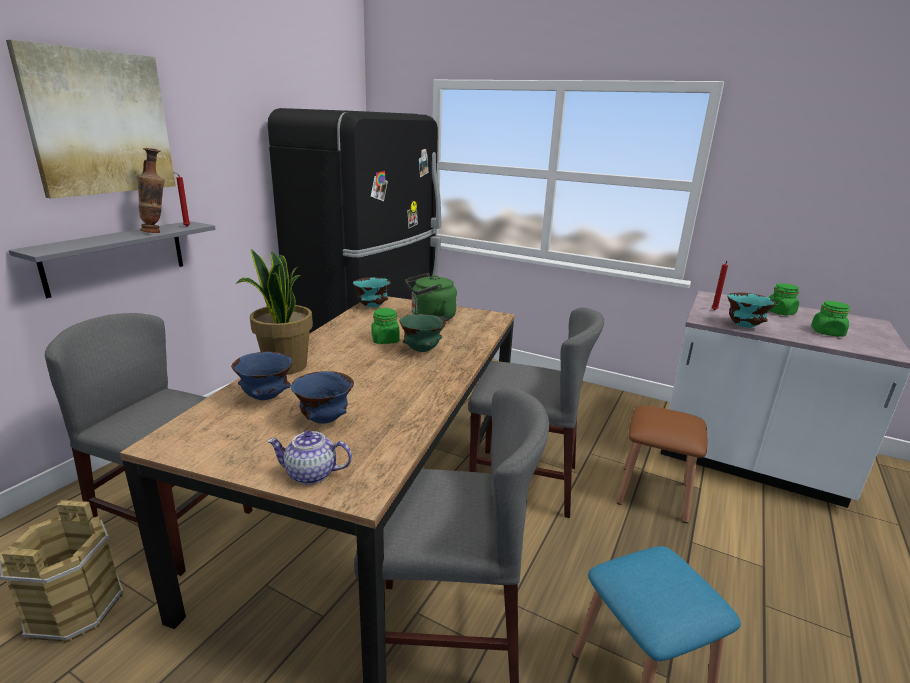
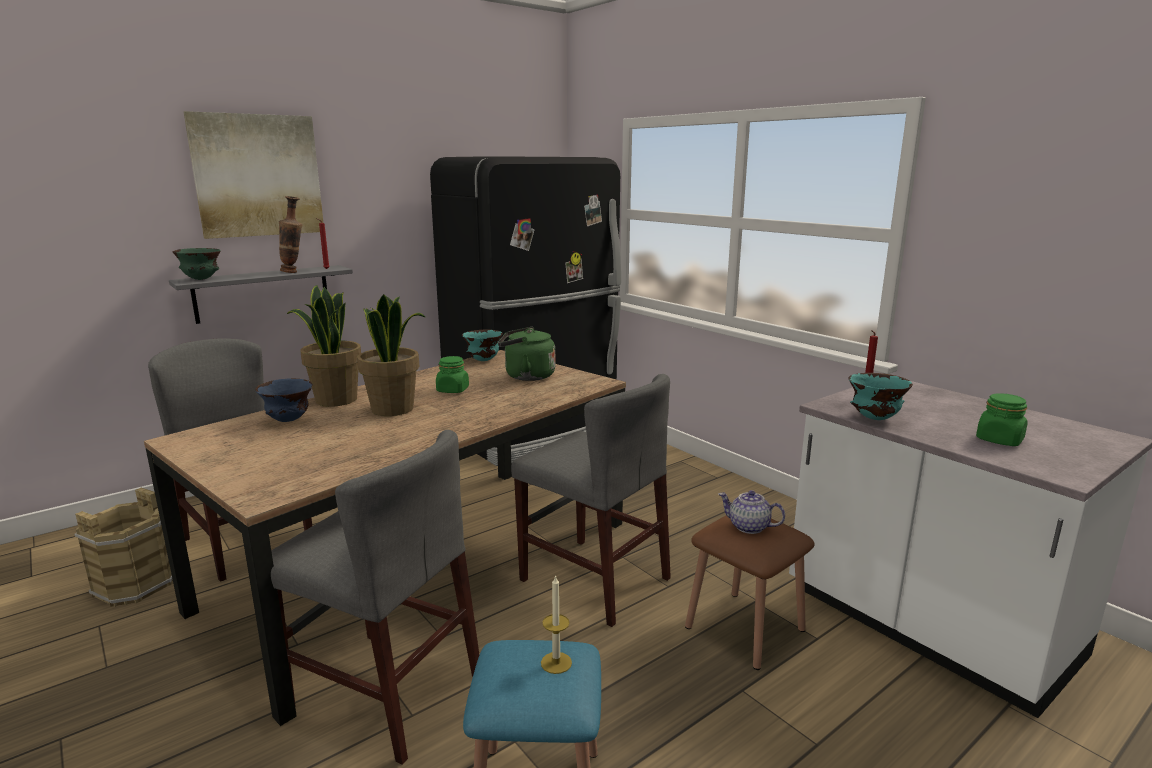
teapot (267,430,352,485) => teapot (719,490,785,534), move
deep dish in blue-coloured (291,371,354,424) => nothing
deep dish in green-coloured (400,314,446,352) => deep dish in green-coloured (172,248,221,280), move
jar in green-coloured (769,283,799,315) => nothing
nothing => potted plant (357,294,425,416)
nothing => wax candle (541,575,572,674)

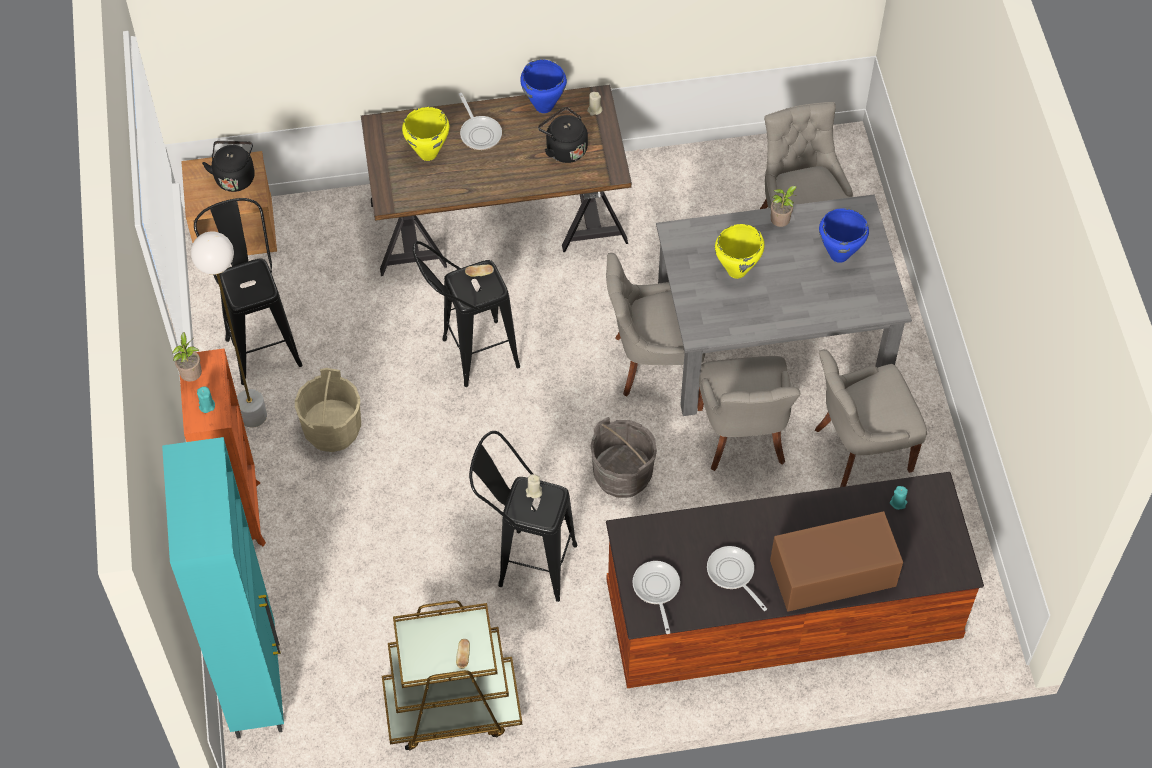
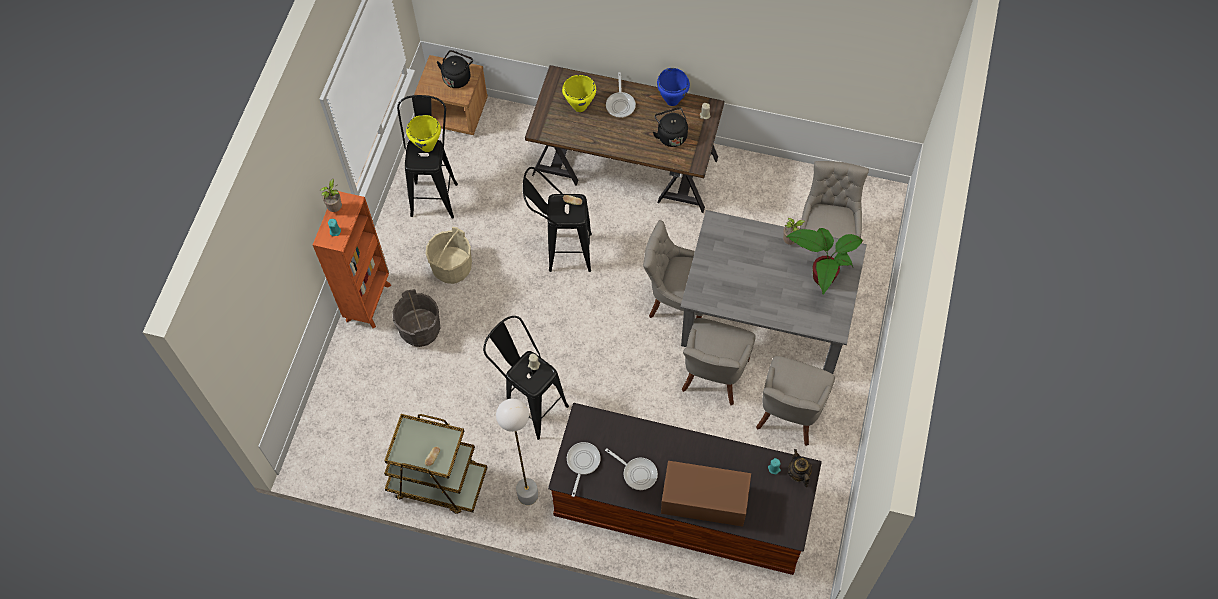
storage cabinet in turquoise (162,437,284,739) => nothing
standard lamp in white-coloured (191,231,267,428) => standard lamp in white-coloured (496,398,539,505), move
bucket in greyish (590,417,657,498) => bucket in greyish (393,289,440,347), move
frying pan (707,546,767,611) => frying pan (605,448,658,490), 135 degrees clockwise
saucepot in yellowish (715,224,764,279) => saucepot in yellowish (406,115,441,152), move
plain chair in greyish (815,349,927,487) => plain chair in greyish (756,356,835,446), 75 degrees counterclockwise
saucepot in blue-coloured (819,208,869,263) => potted plant (787,228,863,294)
nothing => teapot (788,449,812,487)

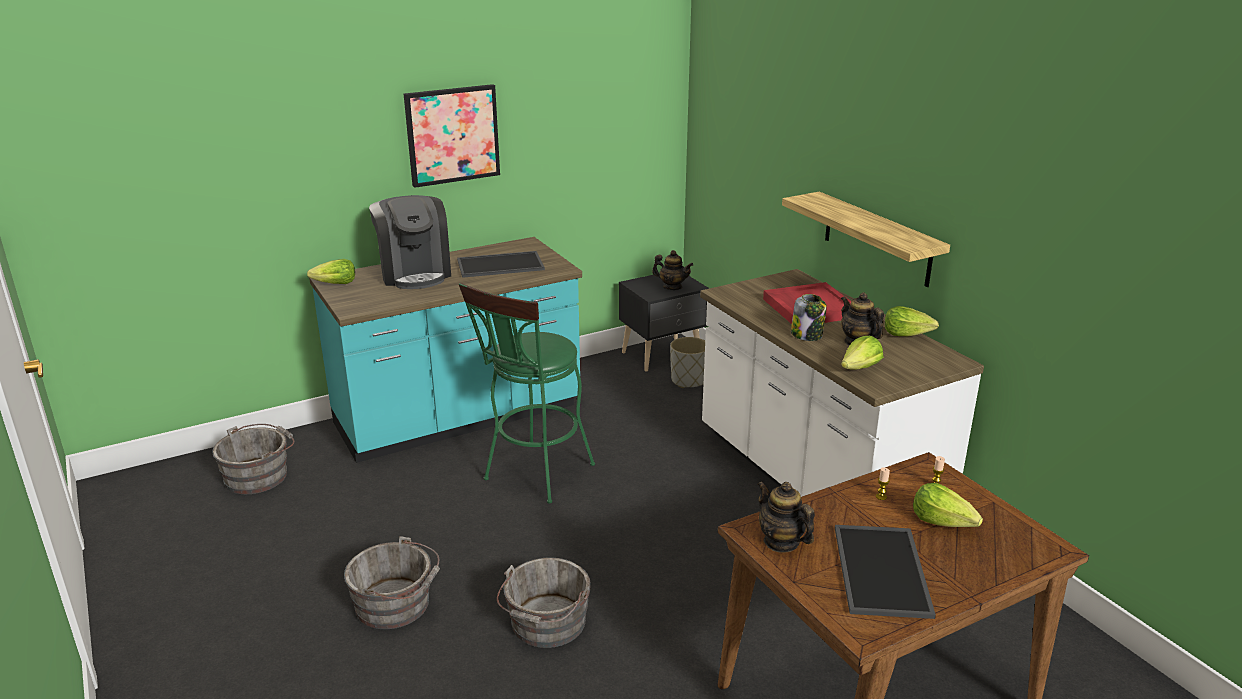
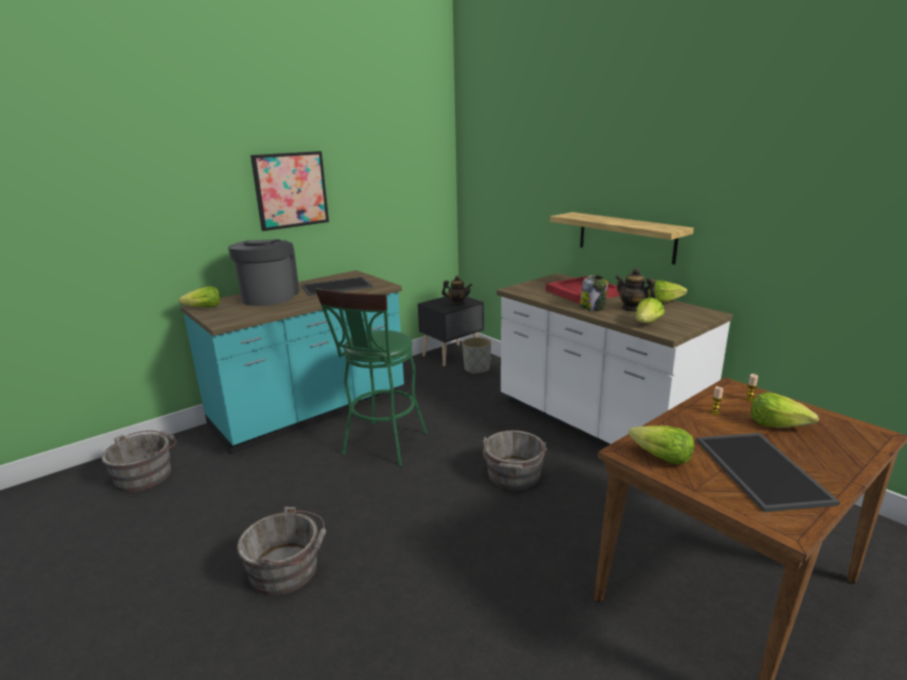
coffee machine (369,195,451,289) => coffee machine (228,239,299,306), 150 degrees counterclockwise
bucket in greyish (497,558,591,648) => bucket in greyish (482,430,547,490), move
teapot (757,482,815,553) => lettuce (628,426,694,464)

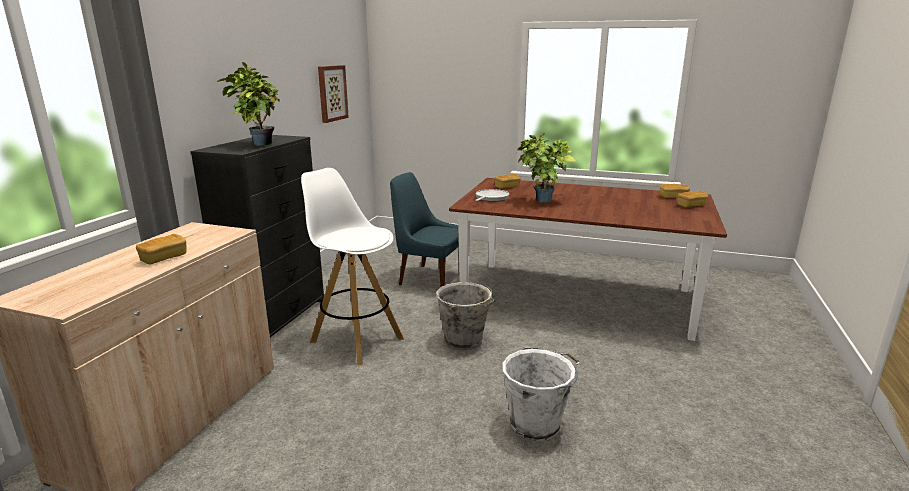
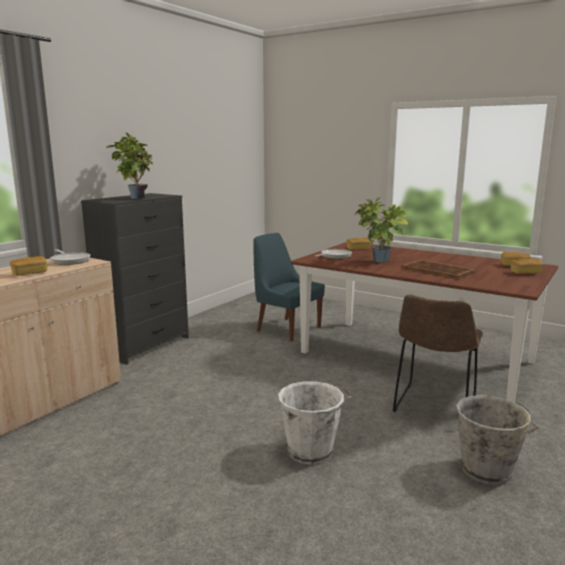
stool seat in white-coloured (301,168,404,365) => nothing
wall picture (318,65,349,123) => nothing
bucket in greyish (436,282,495,350) => bucket in greyish (456,395,539,485), move
nothing => frying pan (51,249,90,265)
nothing => plain chair in brown (393,294,483,412)
nothing => carrying tray in brown (401,260,476,279)

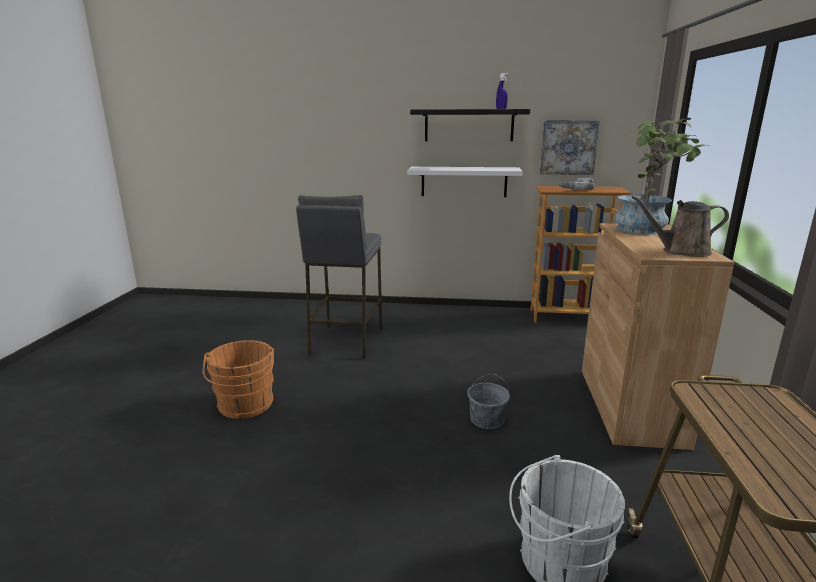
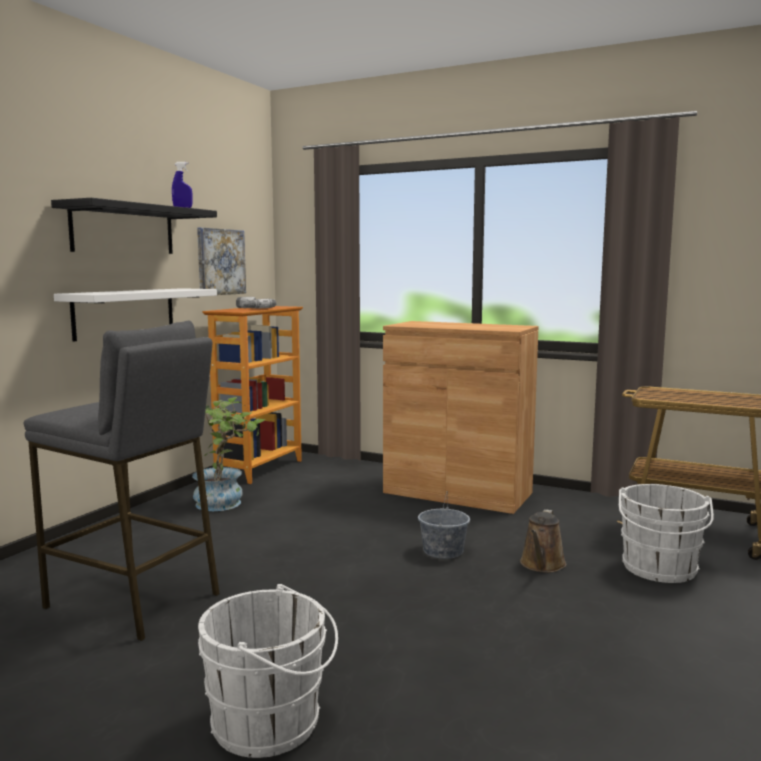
bucket in orange (203,340,274,419) => bucket in white-coloured (198,584,338,758)
potted plant (615,118,709,235) => potted plant (192,397,266,511), move
sprinkling can in brown (631,195,729,257) => sprinkling can in brown (520,509,567,573), move

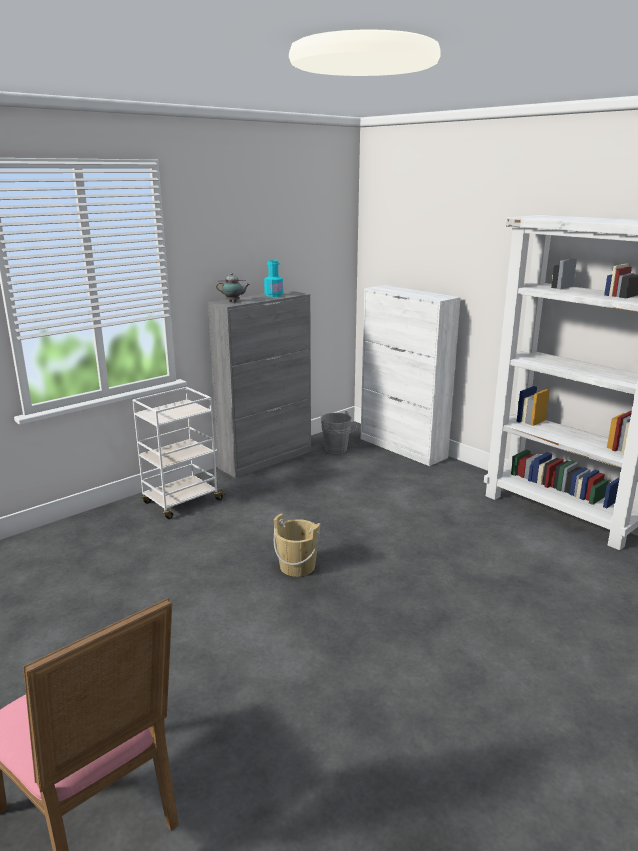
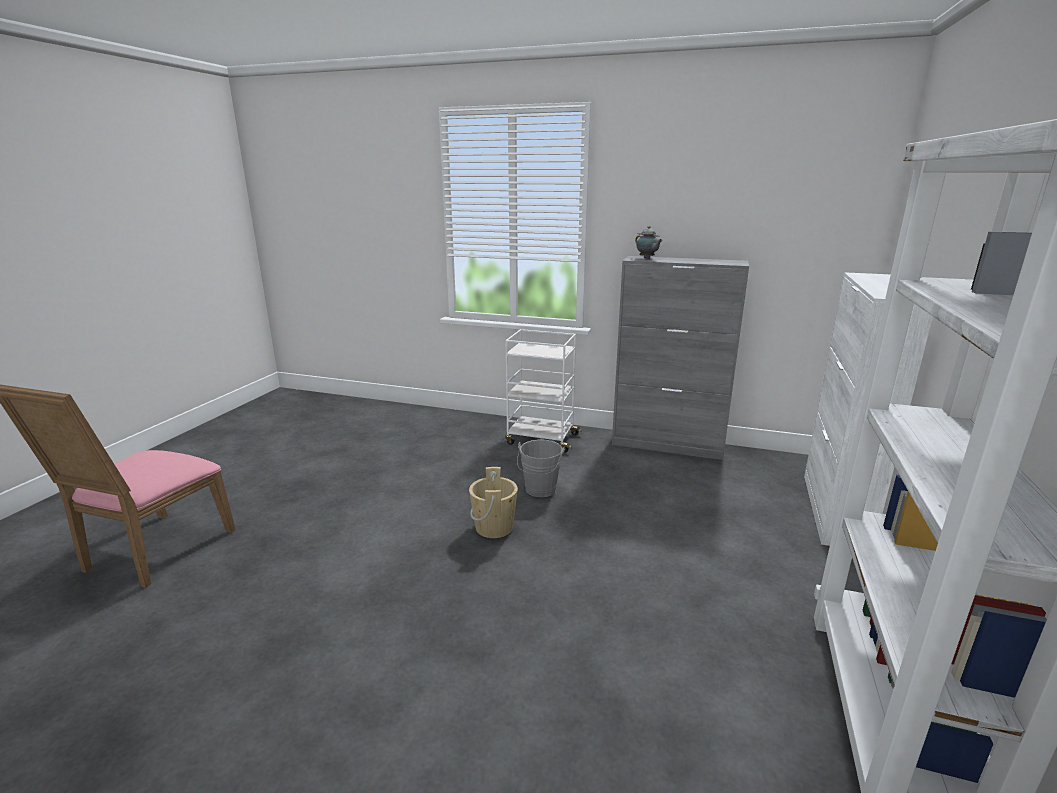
beverage bottle in turquoise (264,260,283,297) => nothing
bucket in greyish (320,411,357,454) => bucket in greyish (517,439,564,497), move

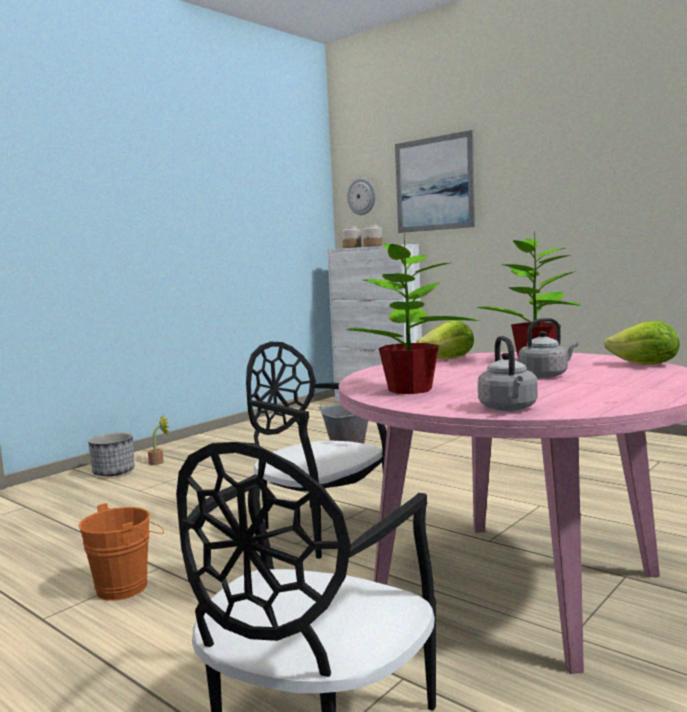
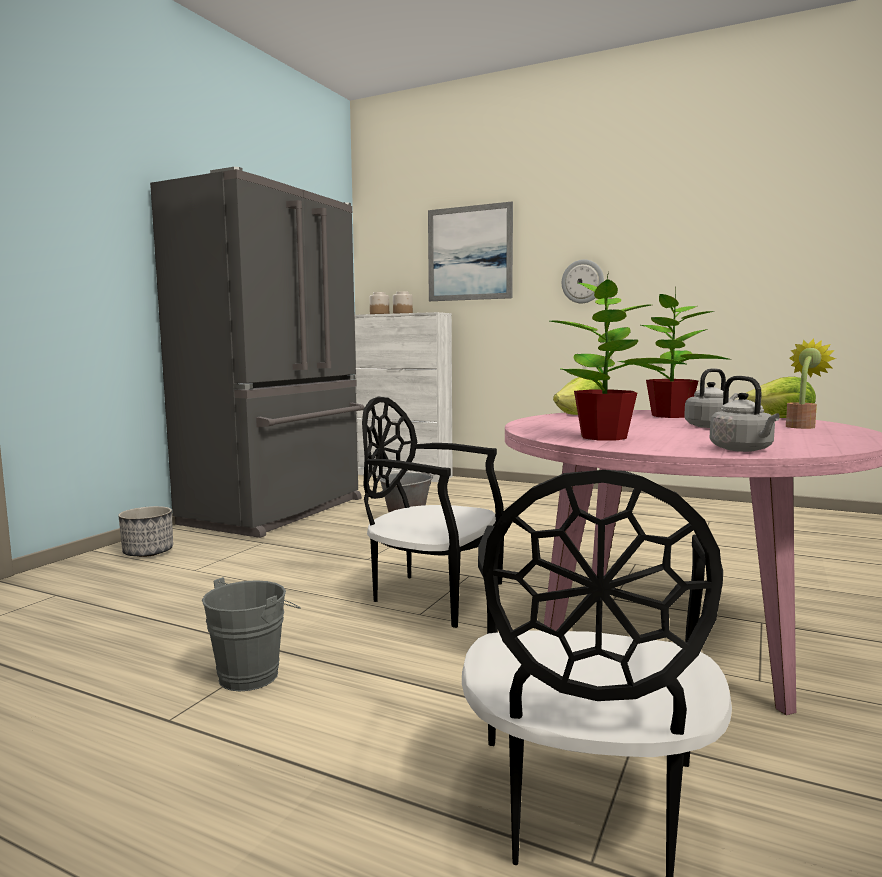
bucket in orange (79,503,164,601) => bucket in greyish (202,577,301,691)
potted plant (148,415,169,465) => potted plant (786,338,836,429), move
wall clock (347,178,376,215) => wall clock (562,260,604,303), move
nothing => kitchen fridge in greyish (150,167,364,538)

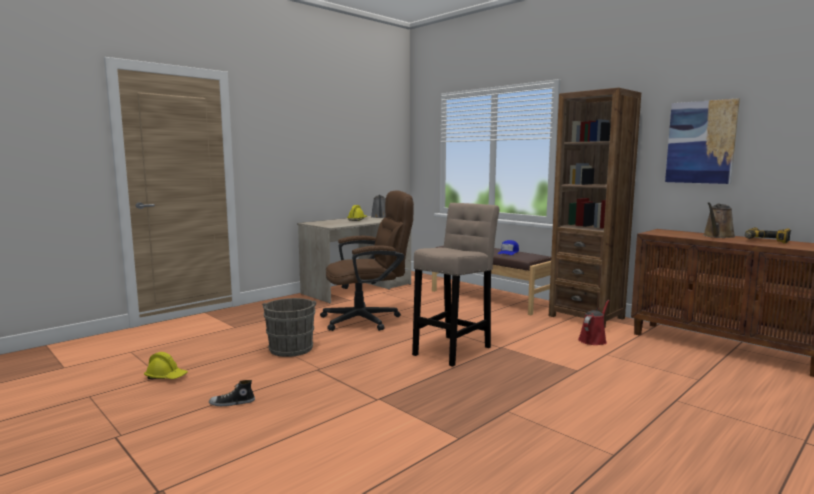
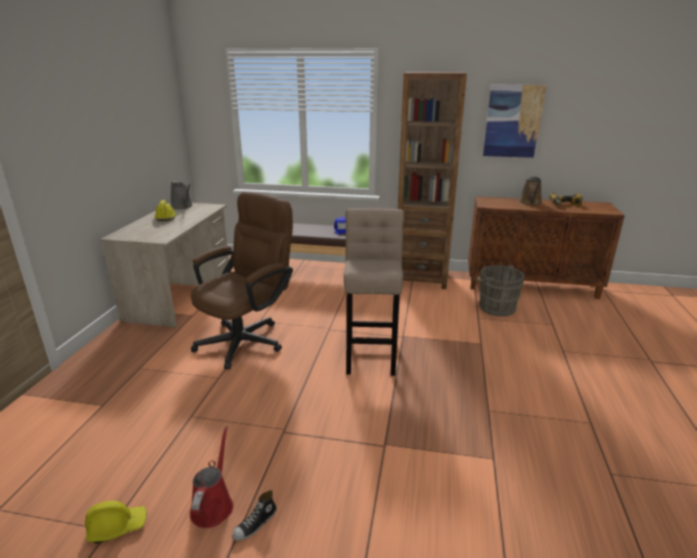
bucket in greyish (262,298,316,357) => bucket in greyish (474,265,525,316), move
sprinkling can in red (578,300,610,345) => sprinkling can in red (190,426,234,528), move

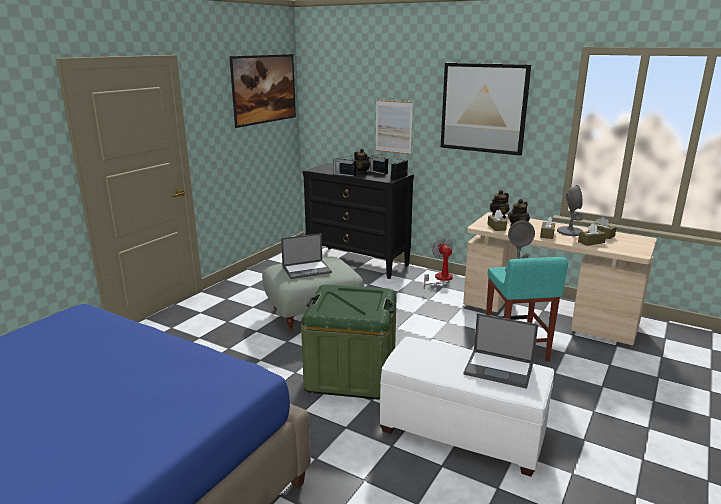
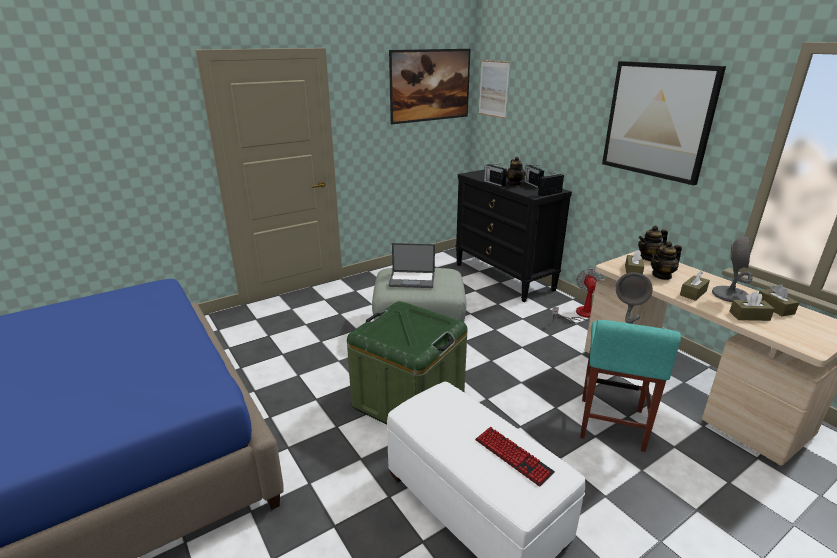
wall picture (376,100,413,155) => wall picture (478,60,510,119), move
portable computer (464,313,538,389) => keyboard (475,426,555,487)

